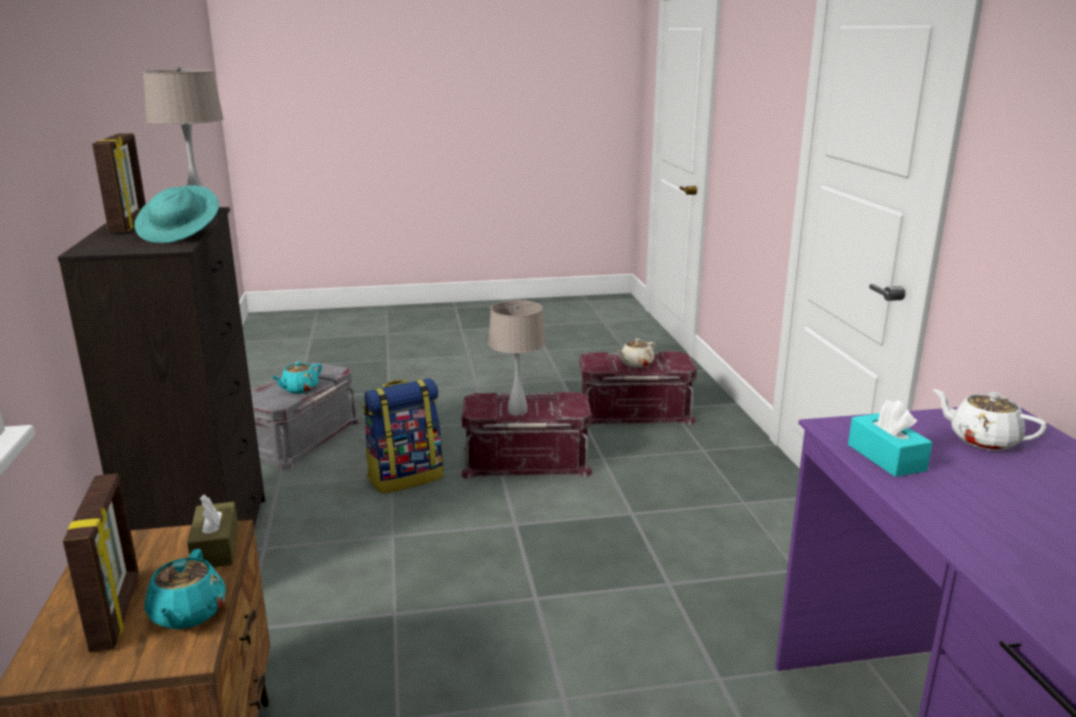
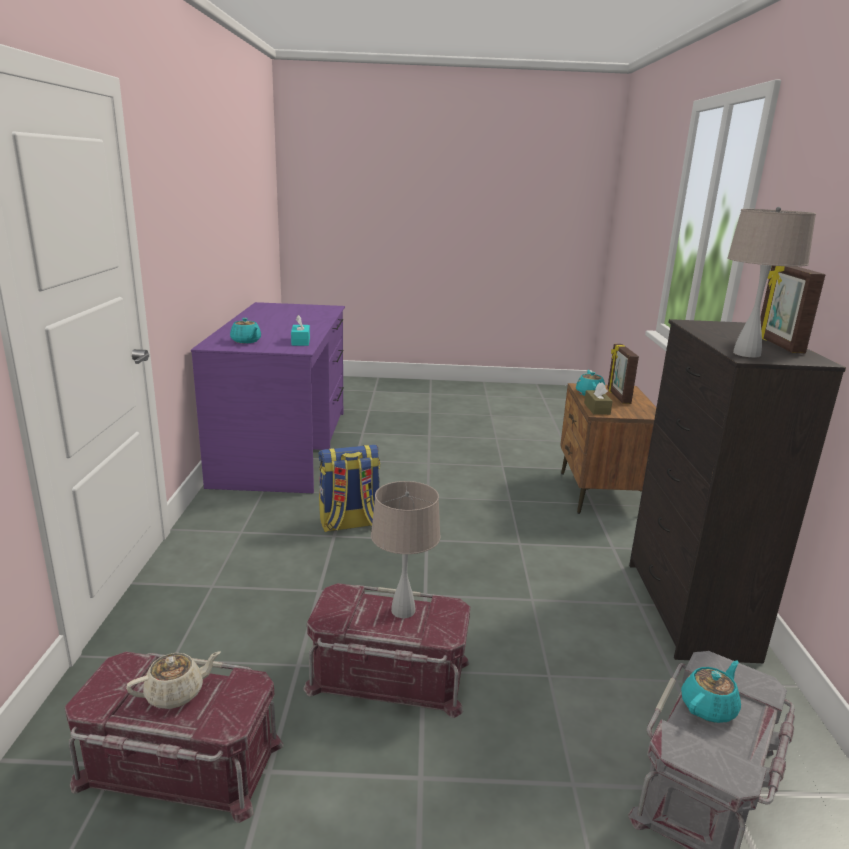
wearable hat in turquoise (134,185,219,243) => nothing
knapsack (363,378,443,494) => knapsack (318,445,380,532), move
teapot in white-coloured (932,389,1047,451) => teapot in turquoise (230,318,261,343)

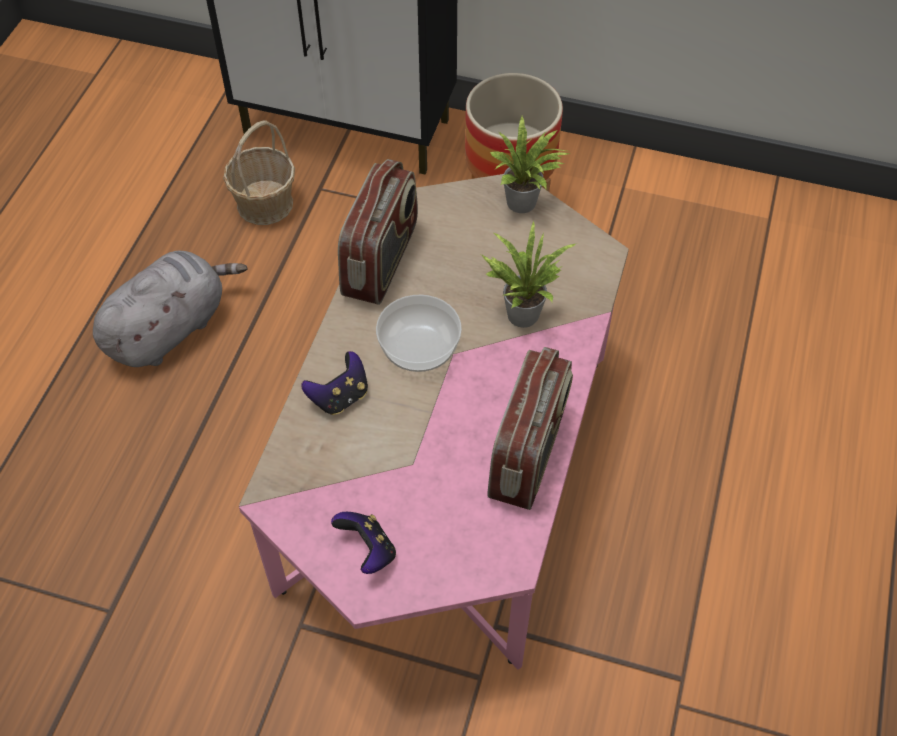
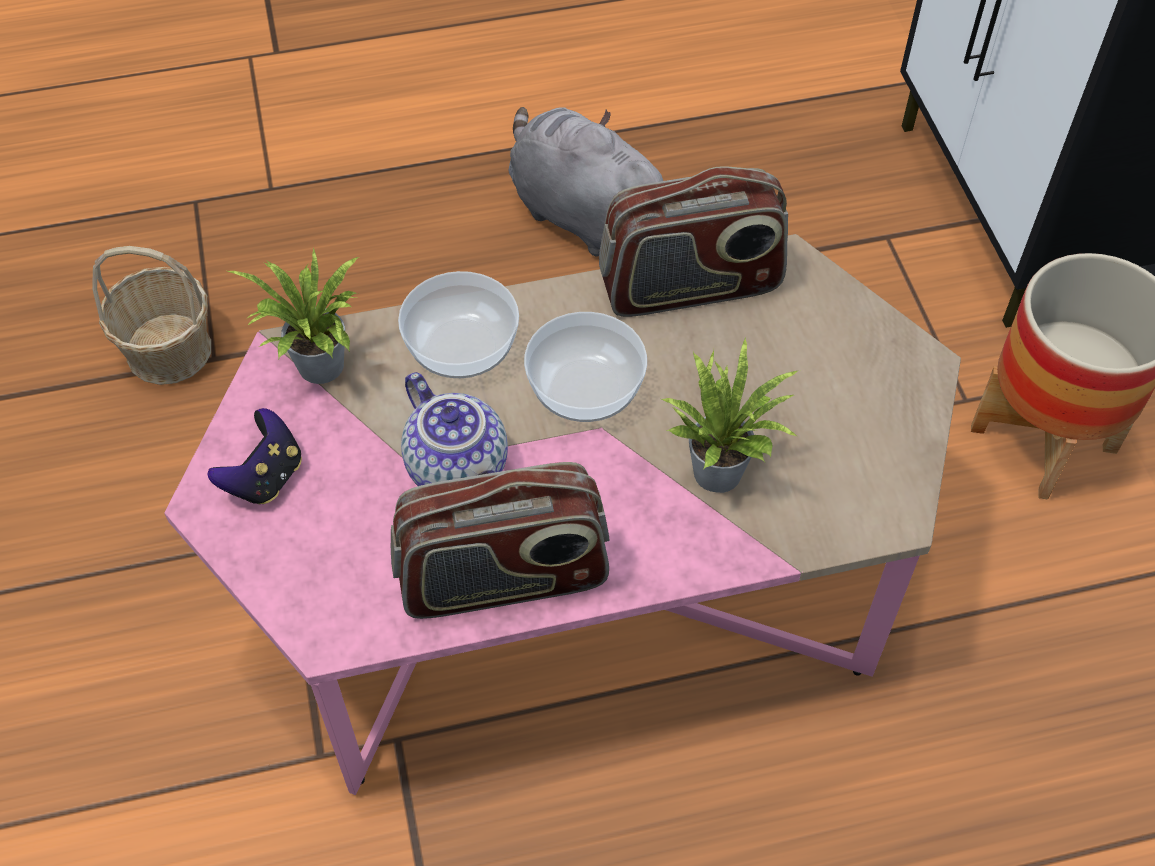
cuddly toy in greyish (93,251,248,367) => cuddly toy in greyish (508,107,663,256), 150 degrees counterclockwise
basket (223,120,295,225) => basket (92,246,211,385), move
joypad (301,351,368,415) => deep dish (398,271,519,378)
potted plant (490,116,570,213) => potted plant (228,247,359,384), move
nothing => teapot (401,372,508,486)

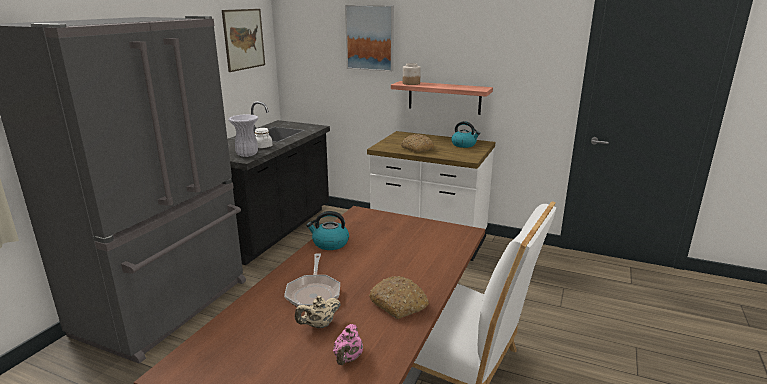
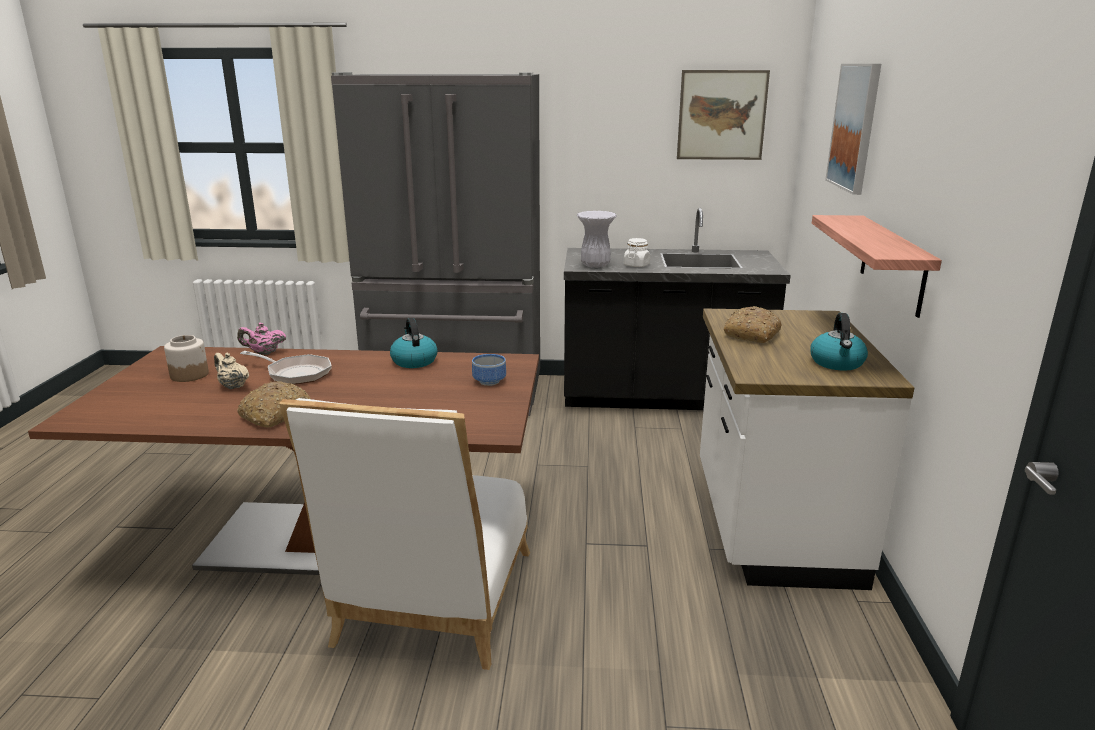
frying pan (284,253,340,307) => frying pan (240,351,332,384), 135 degrees counterclockwise
teapot in pink (333,324,363,365) => teapot in pink (237,323,286,355), move
jar (403,63,421,85) => jar (164,335,209,382), move
nothing => deep dish (472,354,506,386)

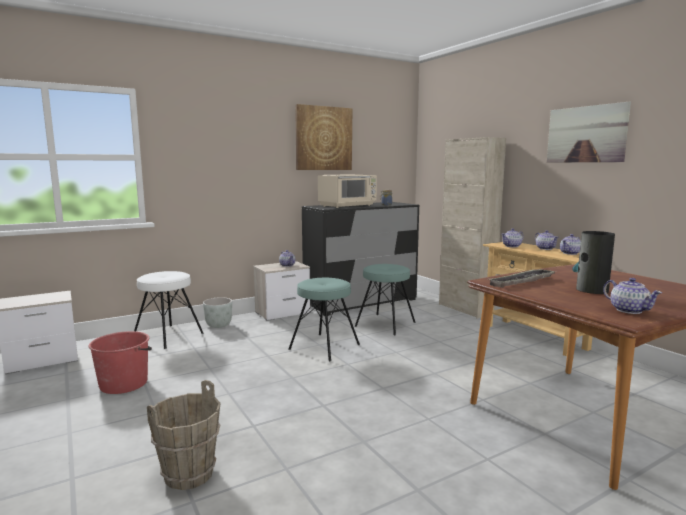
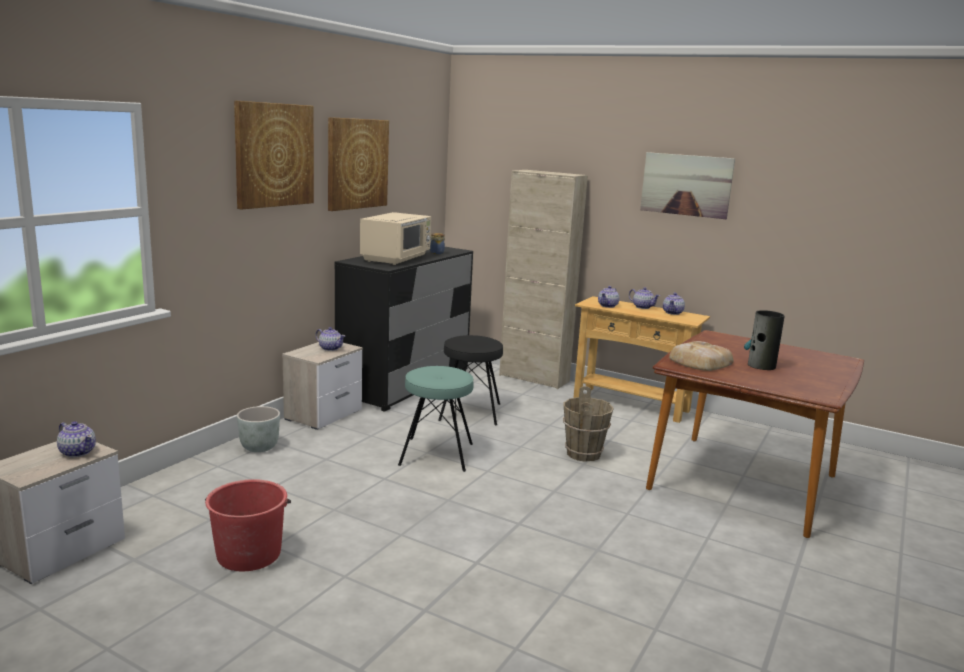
stool seat in white-coloured (134,271,203,349) => nothing
bucket in brown (147,380,221,490) => bucket in brown (563,386,614,462), move
stool seat in turquoise (355,264,416,335) => stool seat in black (438,335,503,425)
carrying tray (490,269,556,287) => baked bread (669,341,734,371)
teapot (603,278,662,314) => teapot (57,421,96,457), move
nothing => wall picture (234,100,314,209)

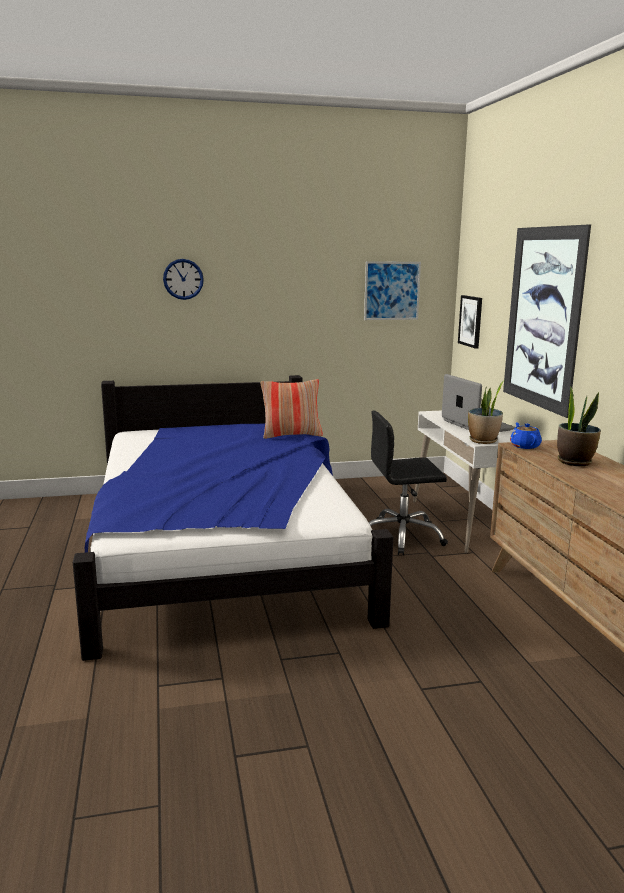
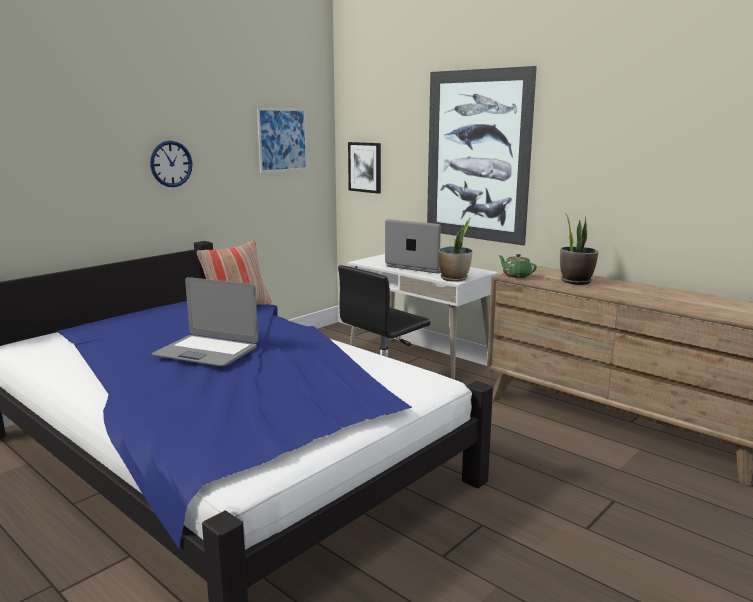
wall clock (163,259,204,300) => wall clock (150,141,192,187), move
teapot in blue-coloured (510,422,542,449) => teapot in green-coloured (498,254,537,278)
nothing => portable computer (152,277,258,366)

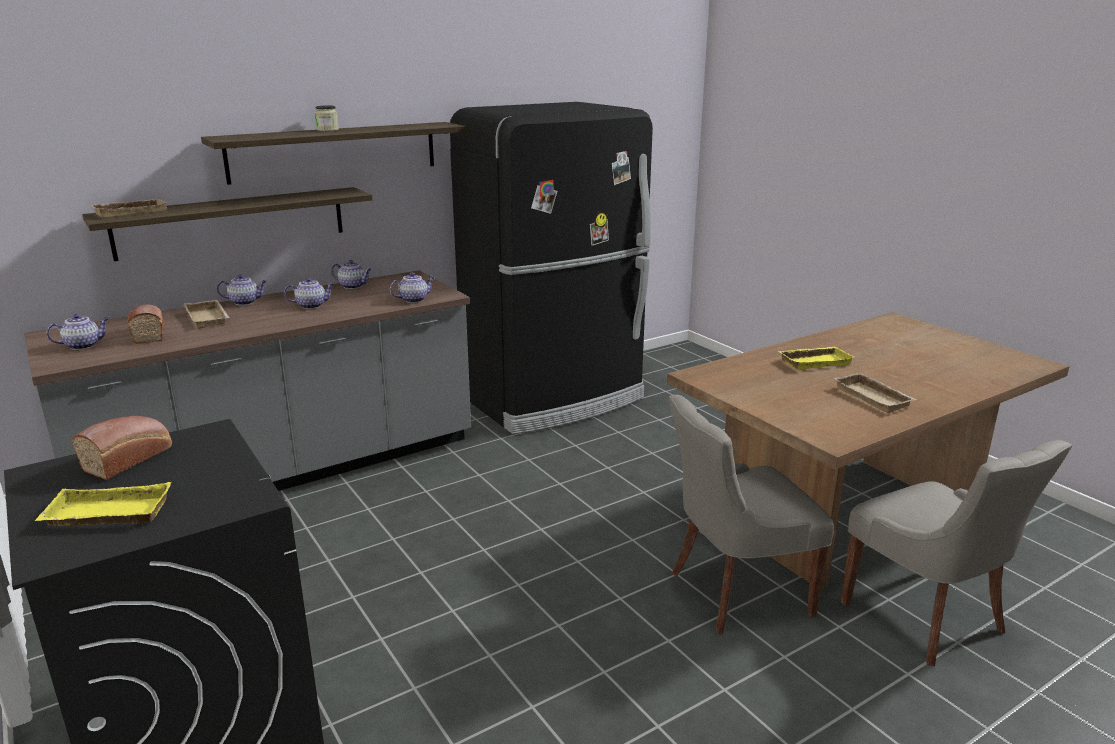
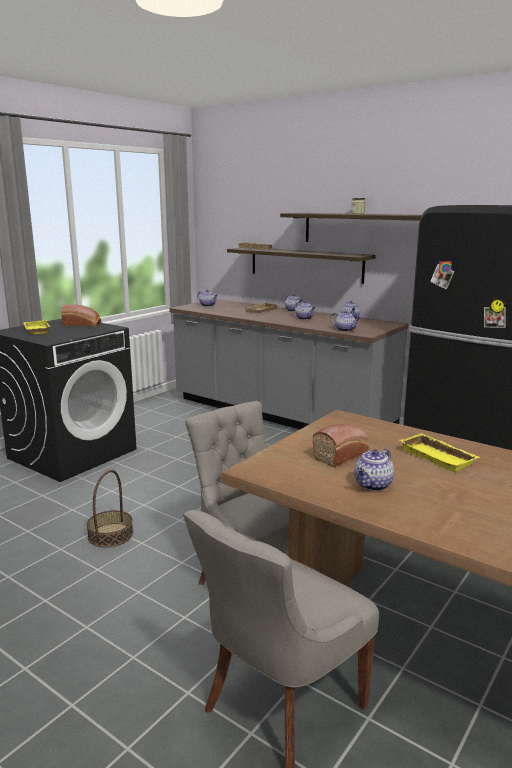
baked bread (128,305,164,344) => baked bread (313,424,370,467), move
carrying tray in beige-coloured (834,373,917,413) => teapot (354,449,394,491)
nothing => basket (86,470,133,547)

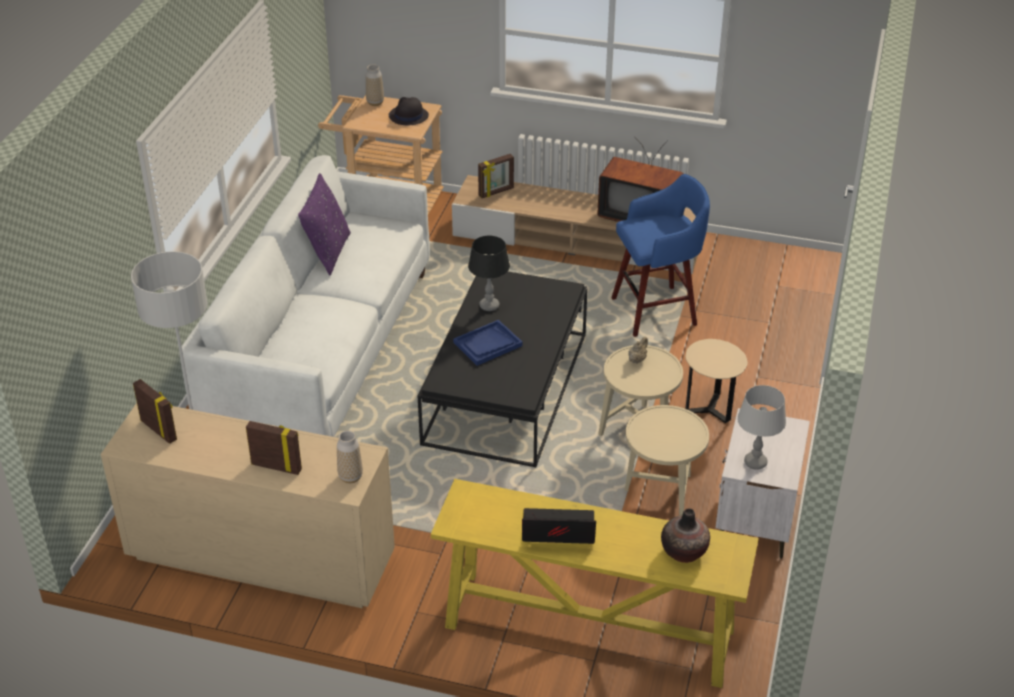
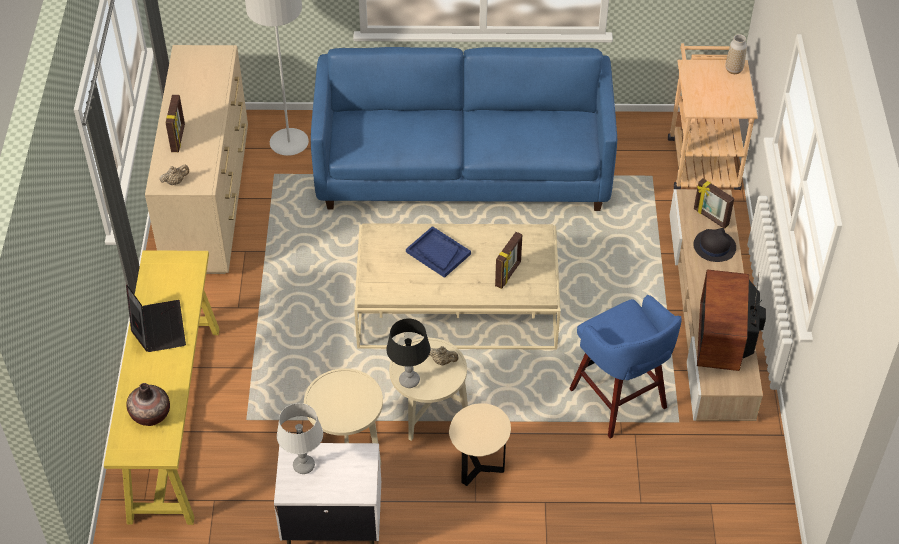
photo frame (133,379,177,444) => photo frame (495,232,522,289), move
sofa in white-coloured (180,155,430,437) => sofa in blue-coloured (311,47,617,211)
throw pillow in purplish (298,173,351,275) => nothing
vase (337,431,363,483) => teapot in beige-coloured (159,165,189,185)
wearable hat in black (389,97,429,125) => wearable hat in black (693,228,736,262), move
low table in black (418,272,588,467) => low table in beige-coloured (354,223,561,350)
tabletop lamp in black (468,236,510,311) => tabletop lamp in black (386,318,430,388), move

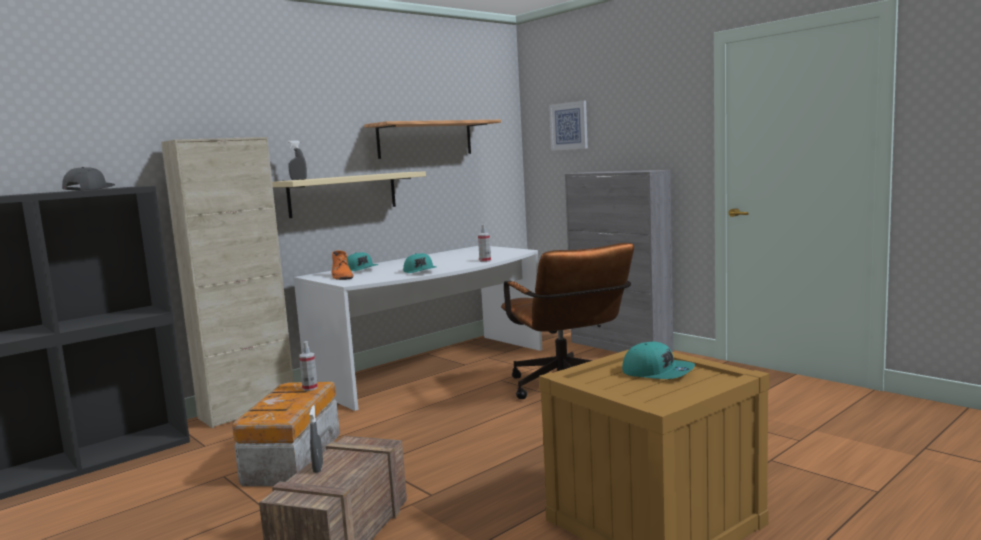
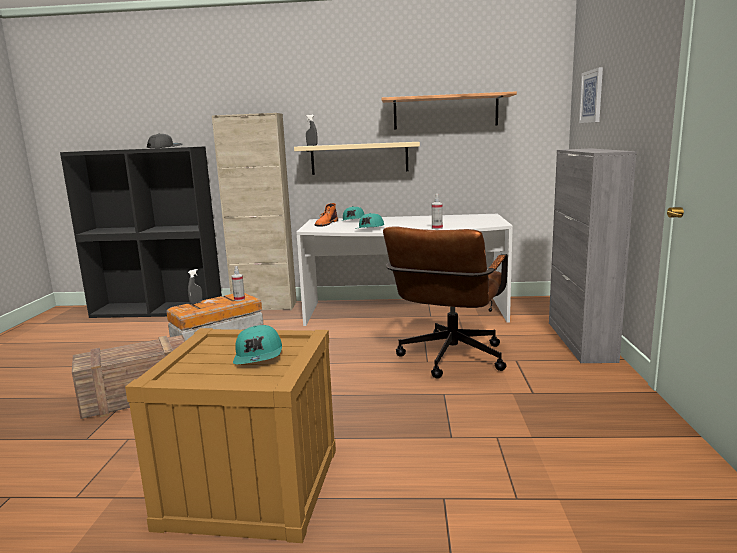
hand sprayer in greyish (309,405,323,473) => hand sprayer in greyish (188,269,202,304), move

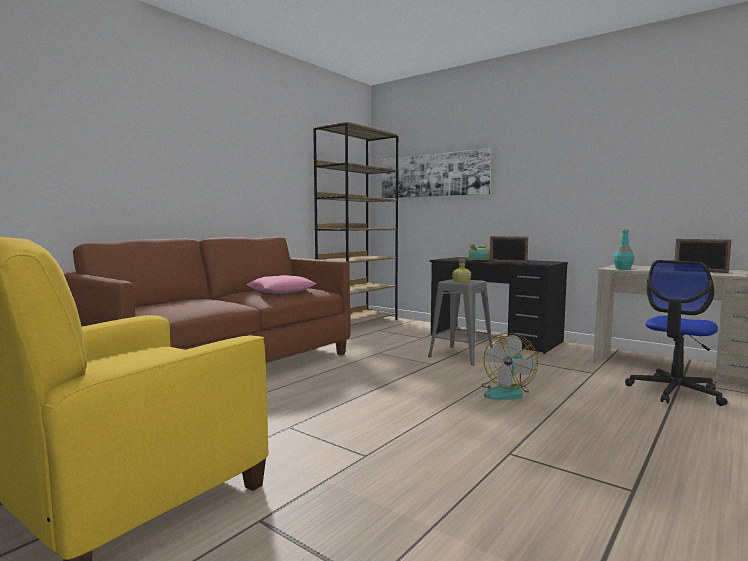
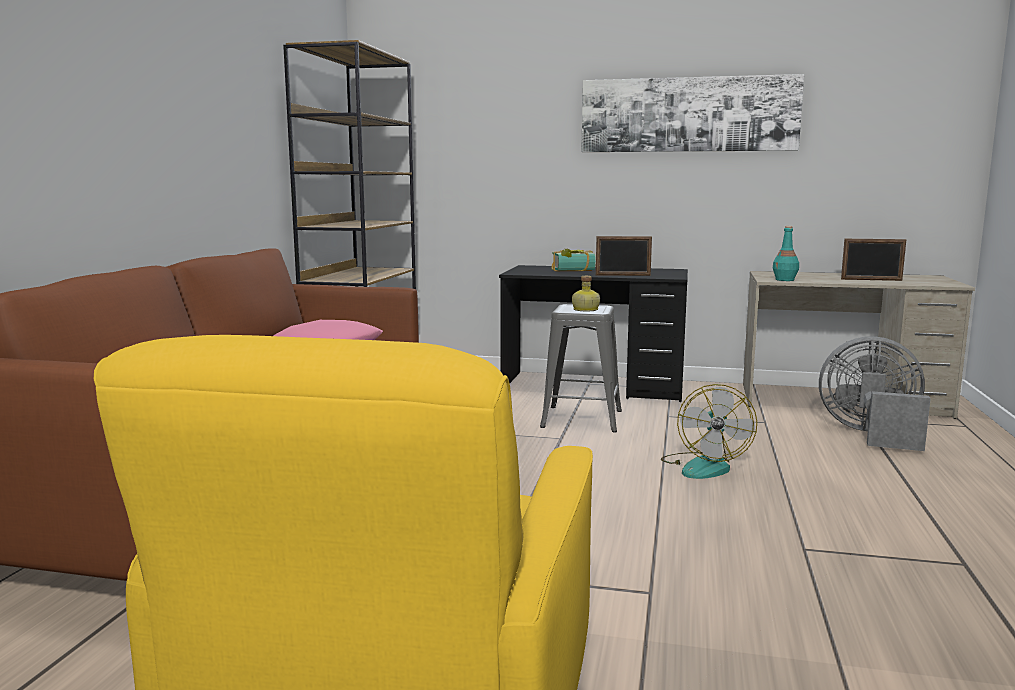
wall picture (382,148,491,198) => wall picture (581,74,804,152), move
computer chair (625,260,728,406) => electric fan in greyish (819,336,931,451)

